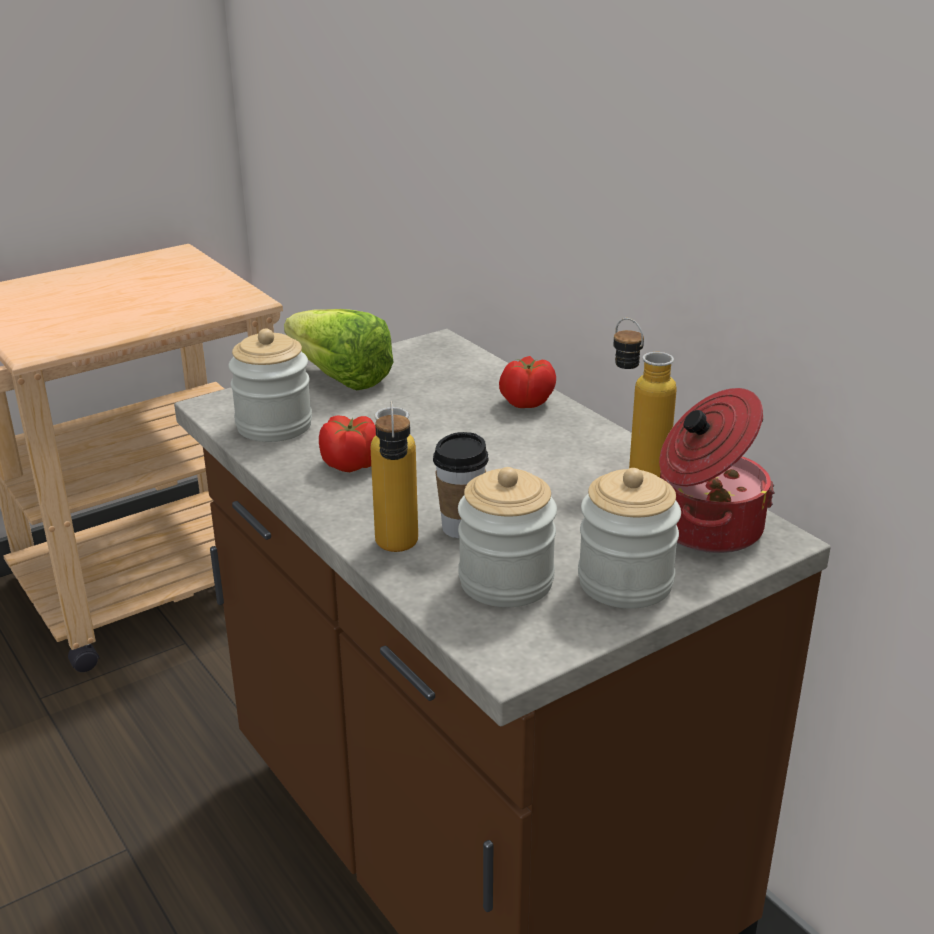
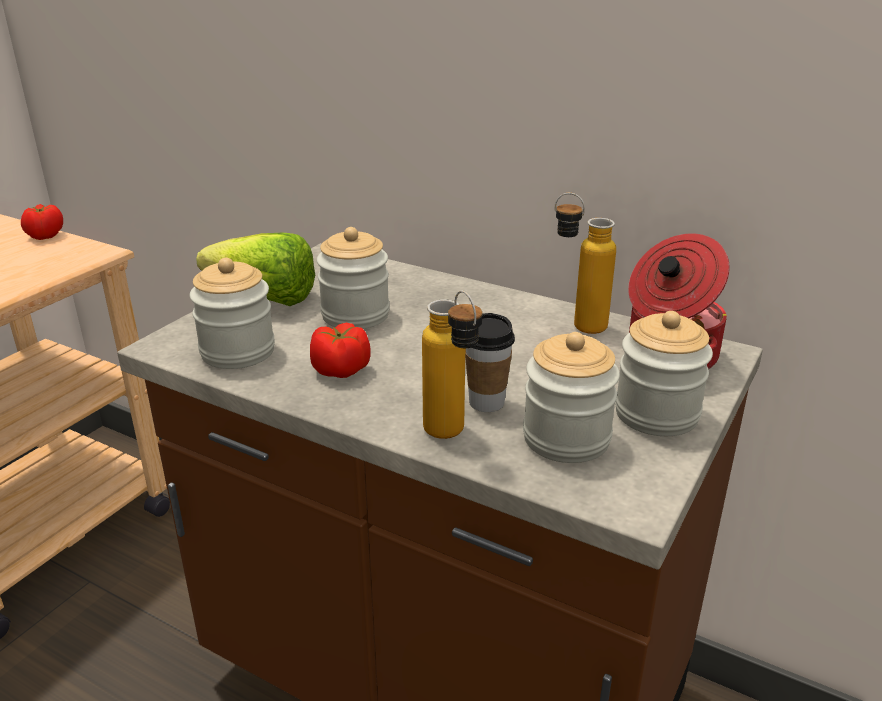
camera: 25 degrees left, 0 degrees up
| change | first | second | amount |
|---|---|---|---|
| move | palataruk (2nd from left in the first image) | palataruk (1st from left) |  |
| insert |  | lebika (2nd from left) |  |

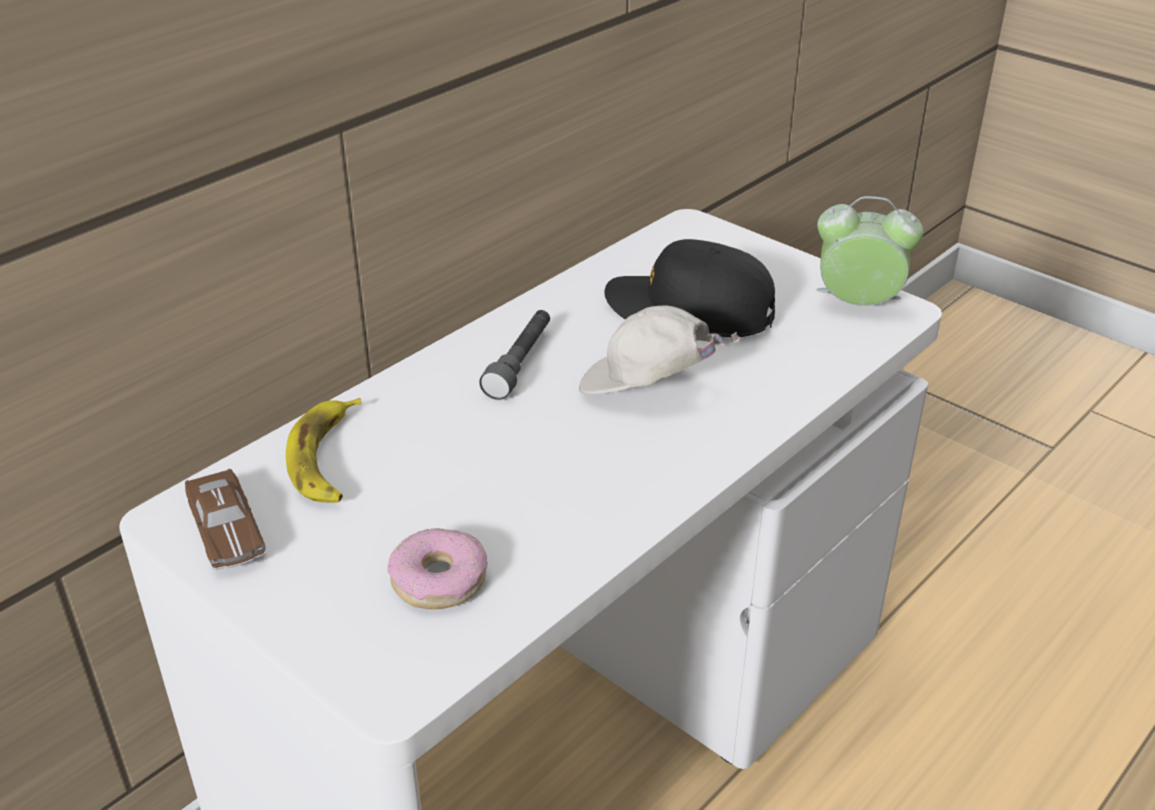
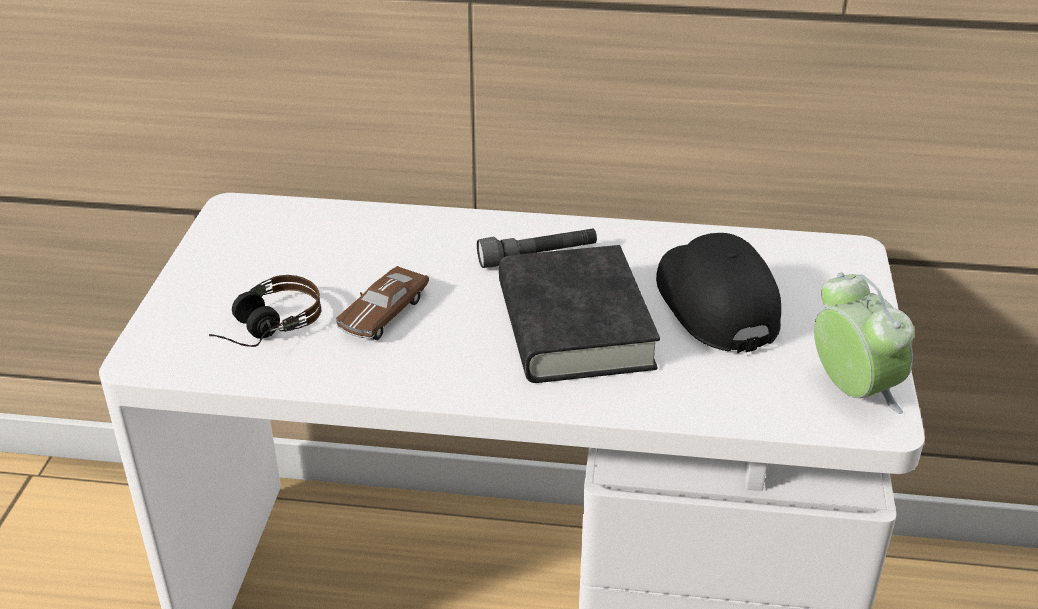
camera: 55 degrees right, 0 degrees up
| change | first | second | amount |
|---|---|---|---|
| move | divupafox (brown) |  |  |
| delete | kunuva |  |  |
| replace | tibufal | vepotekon |  |
| replace | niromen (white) | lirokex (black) |  |

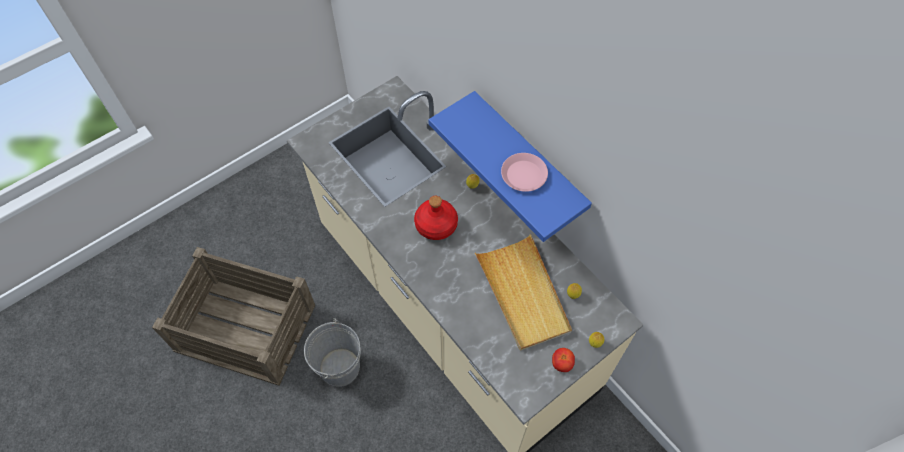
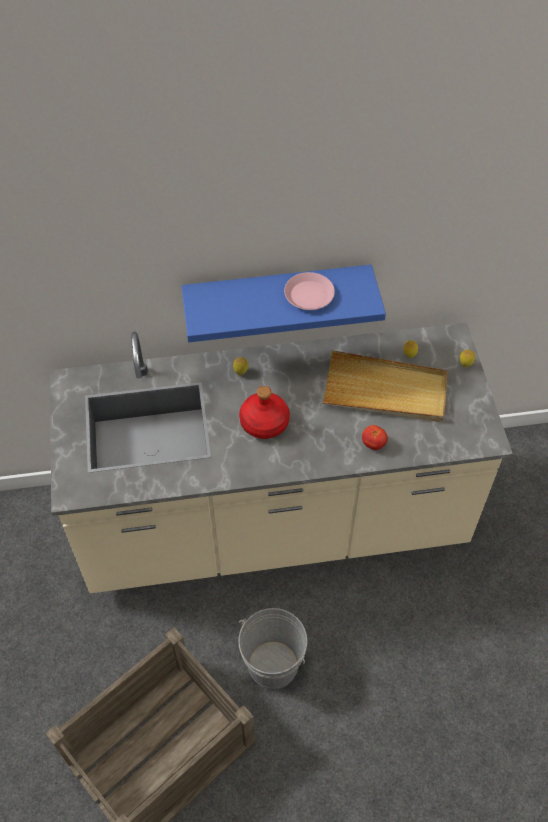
camera: 60 degrees left, 5 degrees down
| change | first | second | amount |
|---|---|---|---|
| move | palataruk |  |  |

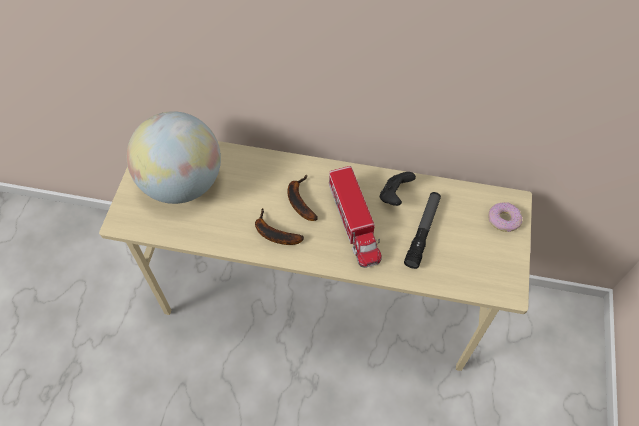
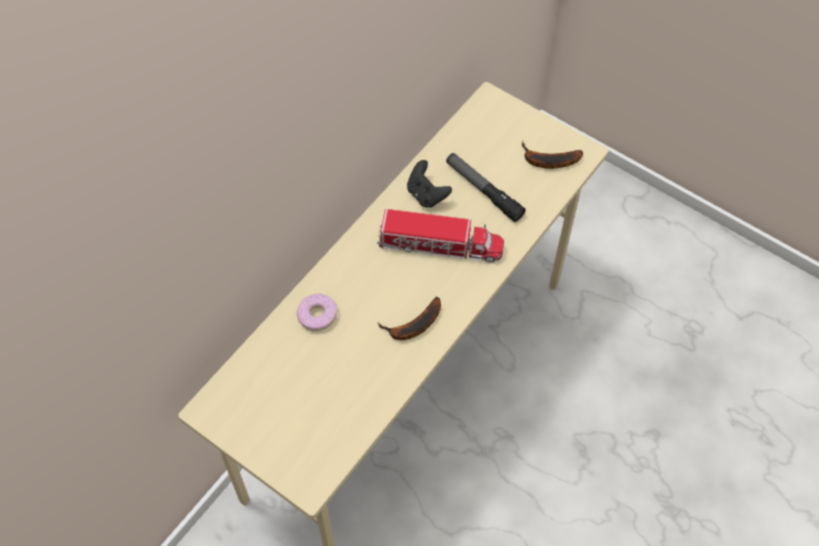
camera: 65 degrees left, 0 degrees up
| change | first | second | amount |
|---|---|---|---|
| delete | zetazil |  |  |
| move | kunuva (2nd from left) |  |  |
| move | tibufal |  |  |

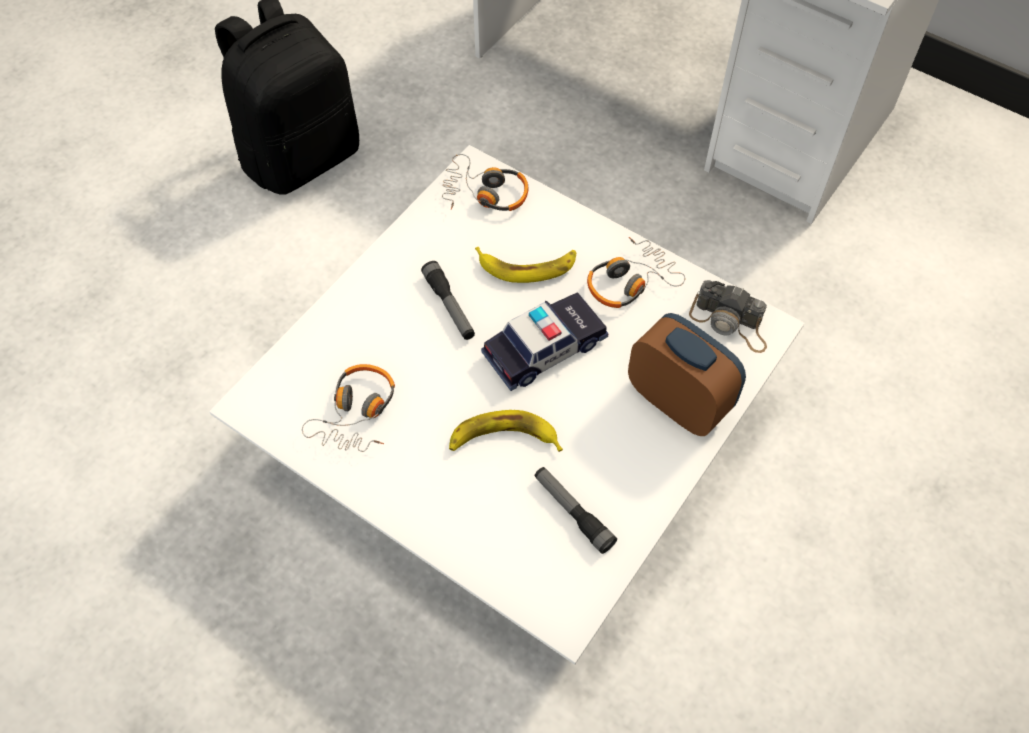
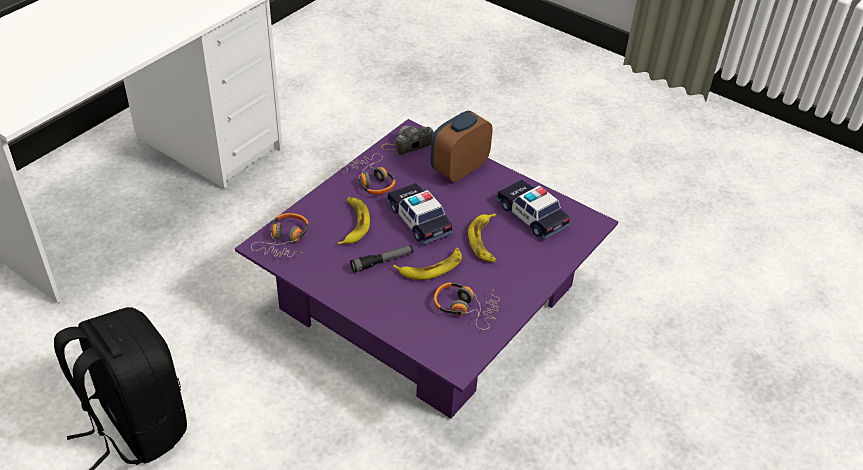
camera: 90 degrees left, 15 degrees down
| change | first | second | amount |
|---|---|---|---|
| recolor | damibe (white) | damibe (purple) |  |
| replace | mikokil (2nd from left) | divupafox (2nd from left) |  |
| rotate | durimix |  | 150 degrees counterclockwise |
| insert |  | kunuva (2nd from left) |  |

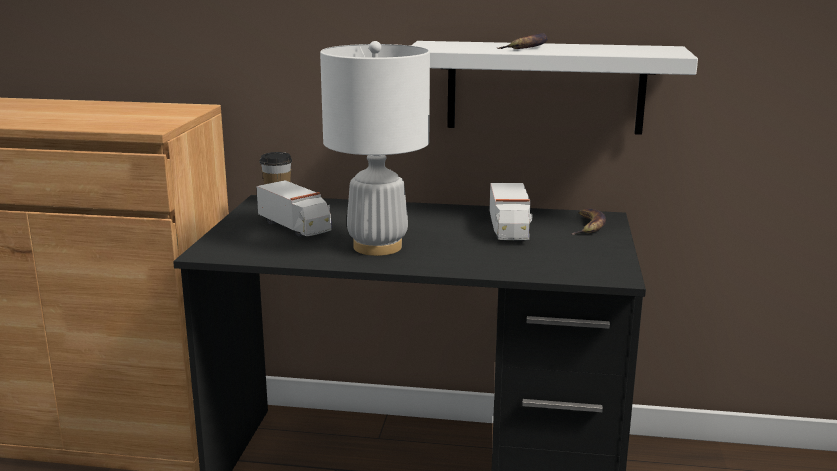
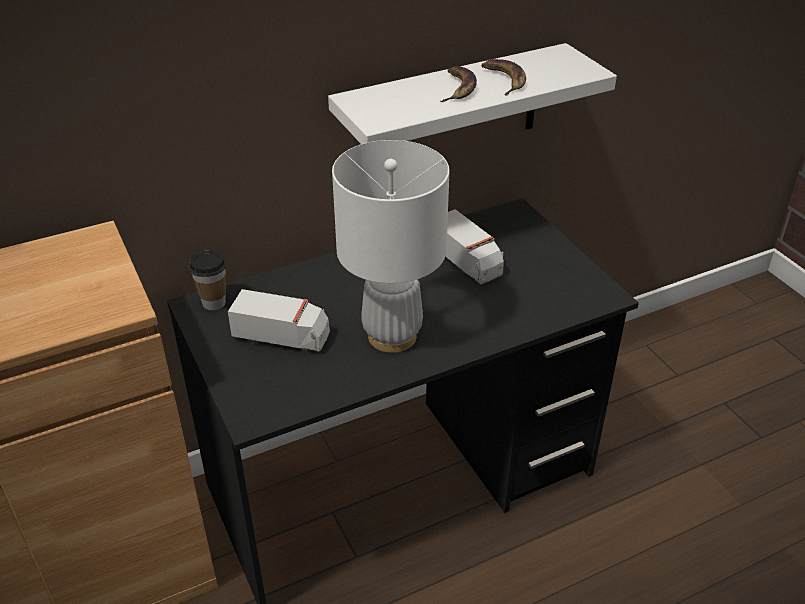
camera: 35 degrees left, 20 degrees up
| change | first | second | amount |
|---|---|---|---|
| move | kunuva (2nd from left) |  |  |

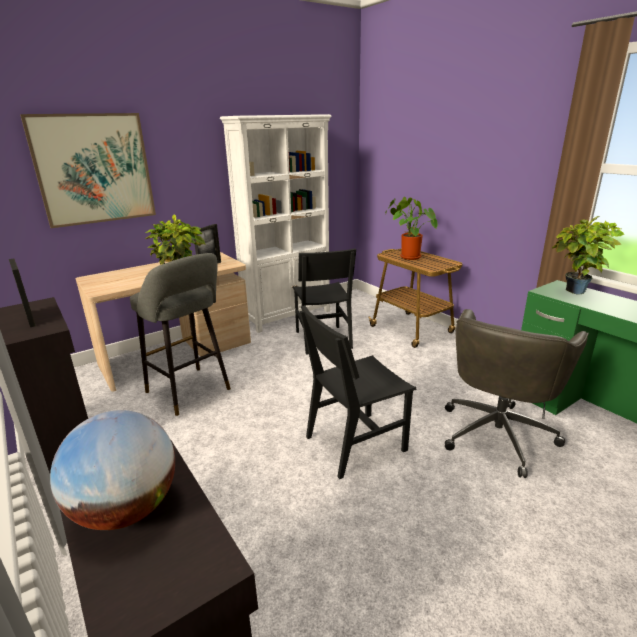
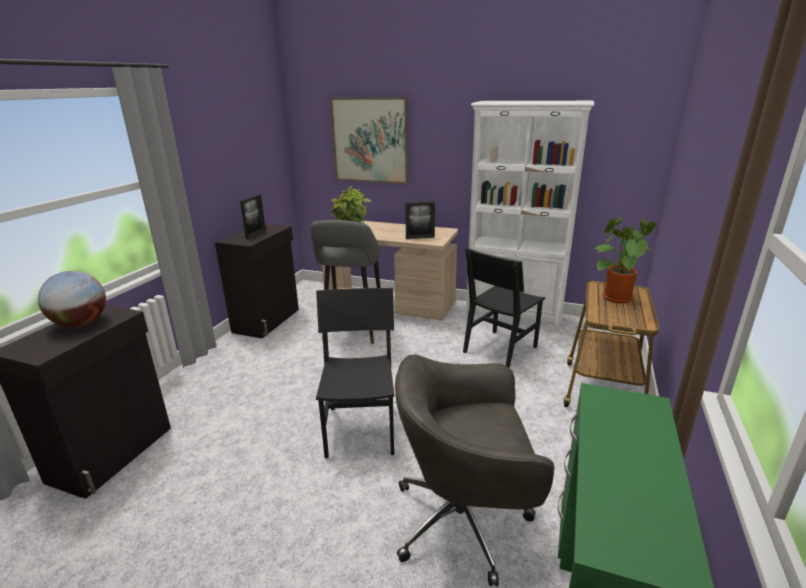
camera: 55 degrees right, 0 degrees up
| change | first | second | amount |
|---|---|---|---|
| rotate | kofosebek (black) (2nd from left in the first image) | kofosebek (black) (1st from left) | 60 degrees clockwise |
| delete | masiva (3rd from left) |  |  |

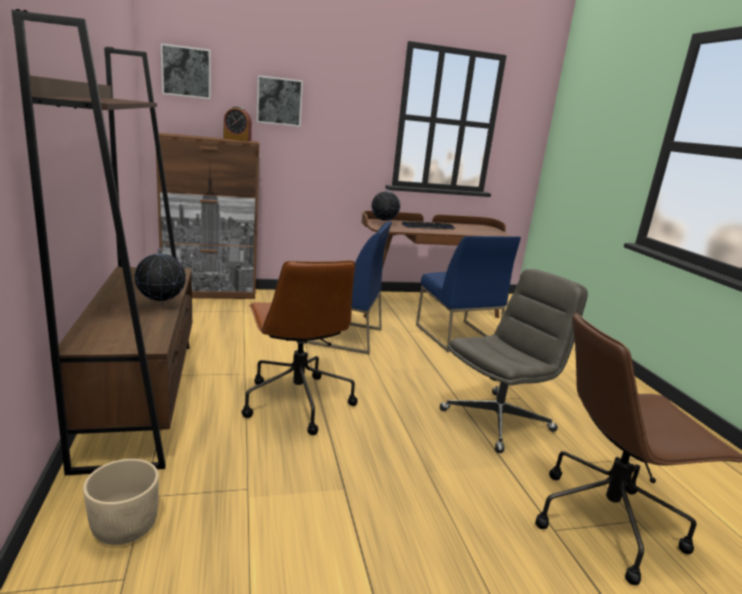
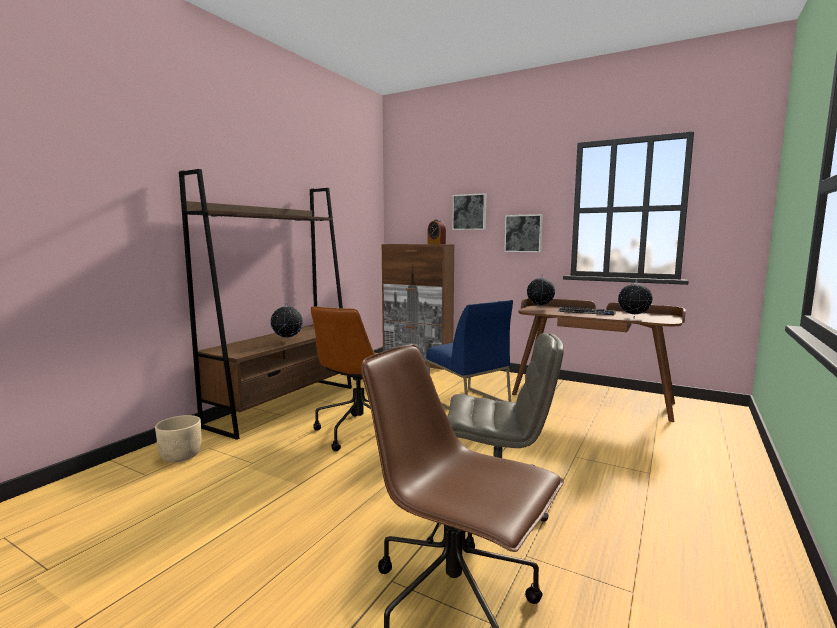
camera: 45 degrees right, 10 degrees down
| change | first | second | amount |
|---|---|---|---|
| move | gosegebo (1st from left in the first image) | gosegebo (2nd from left) |  |
| delete | kofosebek (blue) (2nd from left) |  |  |
| insert |  | zetazil (3rd from left) |  |

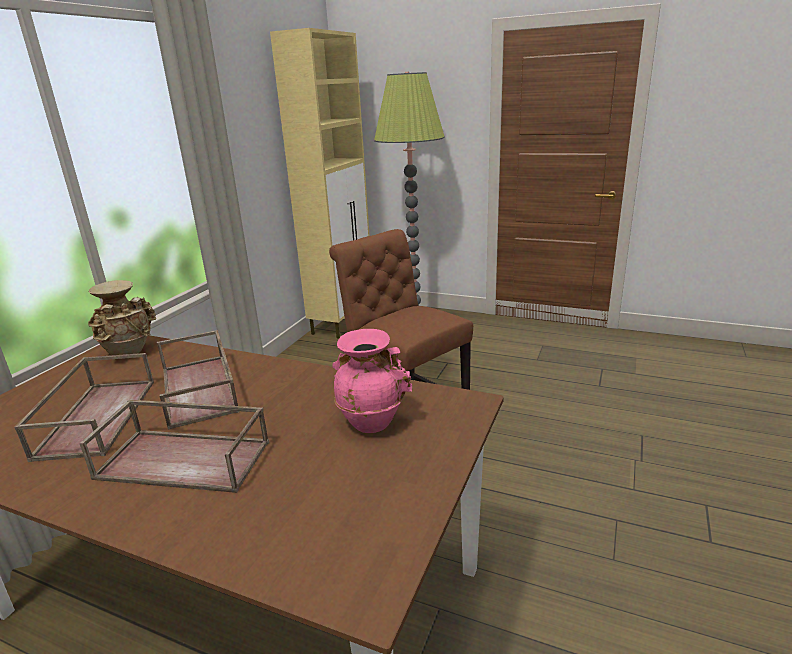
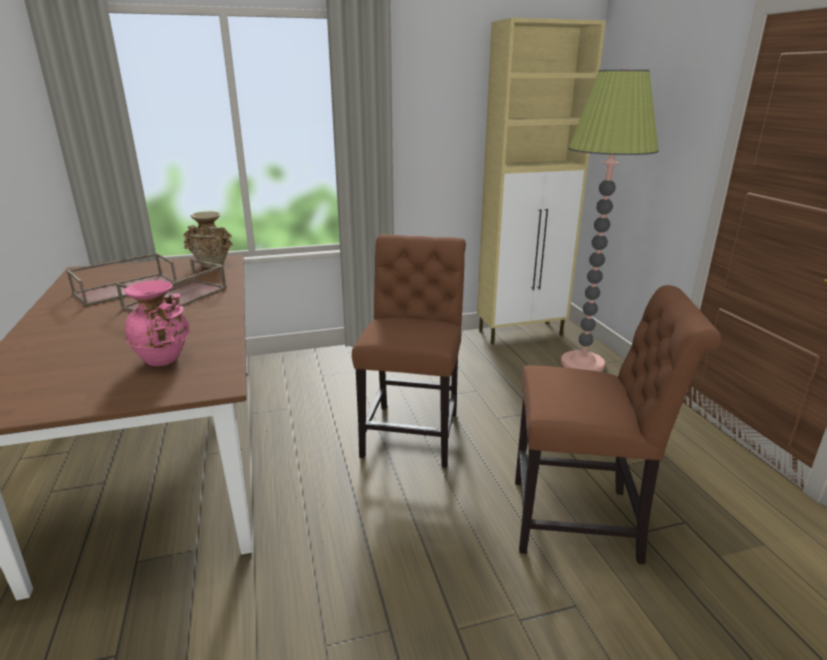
camera: 50 degrees right, 0 degrees up
| change | first | second | amount |
|---|---|---|---|
| delete | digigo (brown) (2nd from left) |  |  |
| insert |  | kofosebek (brown) (2nd from left) |  |

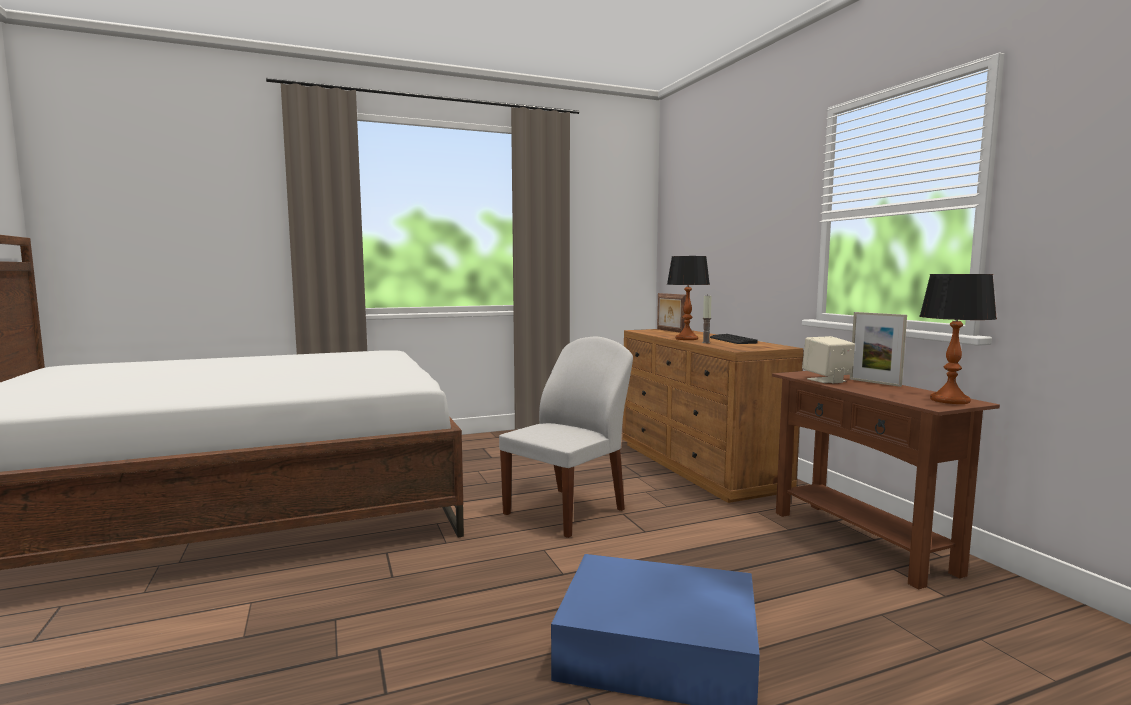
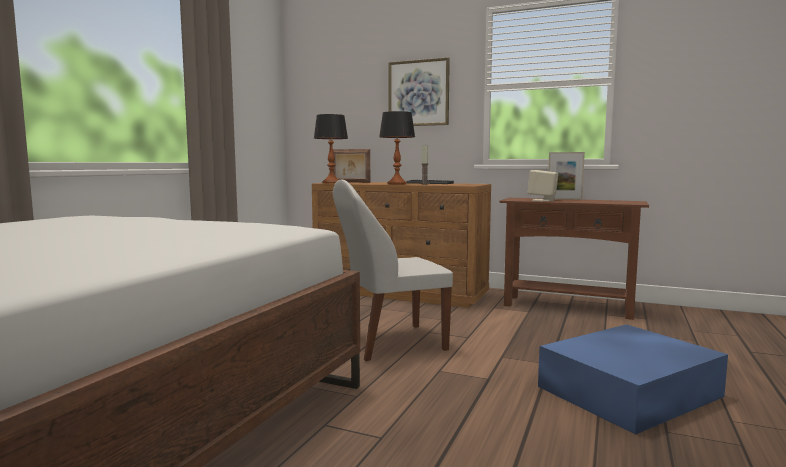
camera: 45 degrees left, 0 degrees up
| change | first | second | amount |
|---|---|---|---|
| rotate | kofosebek (white) |  | 105 degrees counterclockwise |
| move | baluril (2nd from left in the first image) | baluril (1st from left) |  |
| insert |  | gosegebo |  |

